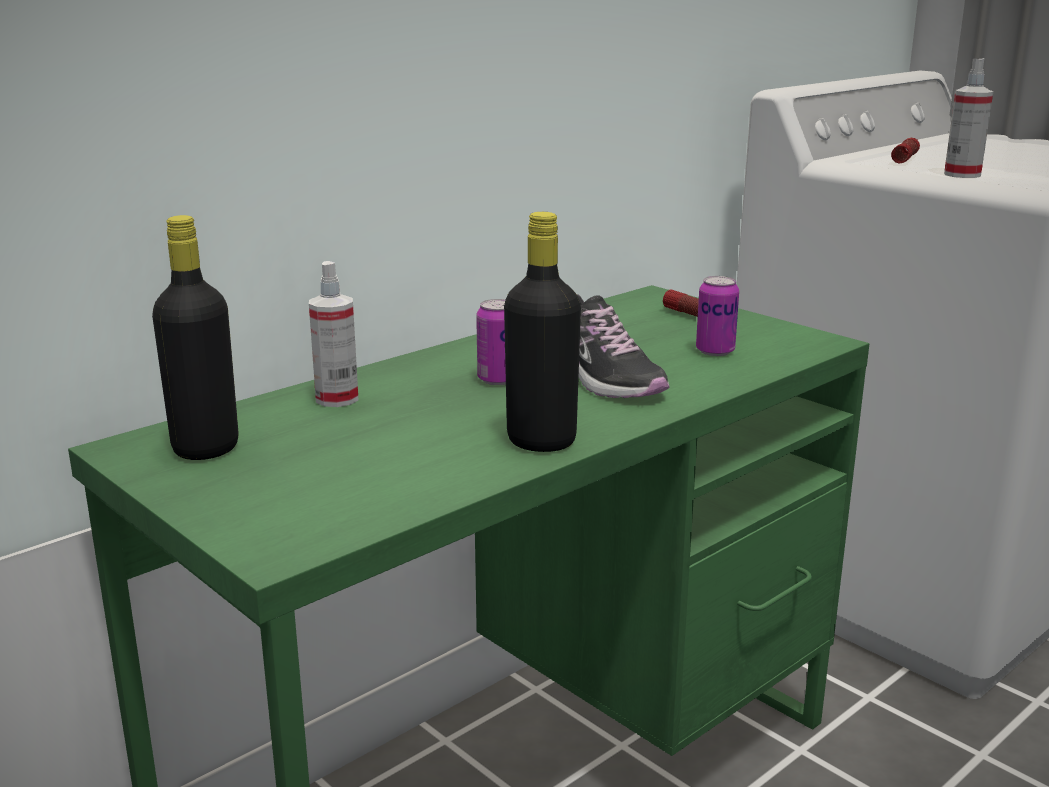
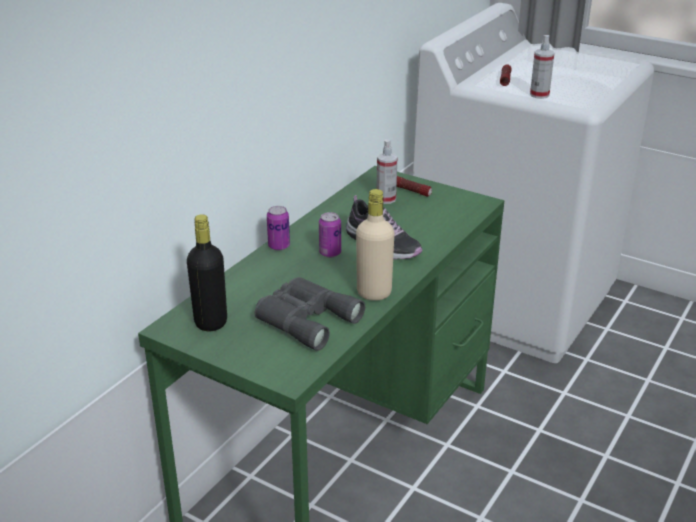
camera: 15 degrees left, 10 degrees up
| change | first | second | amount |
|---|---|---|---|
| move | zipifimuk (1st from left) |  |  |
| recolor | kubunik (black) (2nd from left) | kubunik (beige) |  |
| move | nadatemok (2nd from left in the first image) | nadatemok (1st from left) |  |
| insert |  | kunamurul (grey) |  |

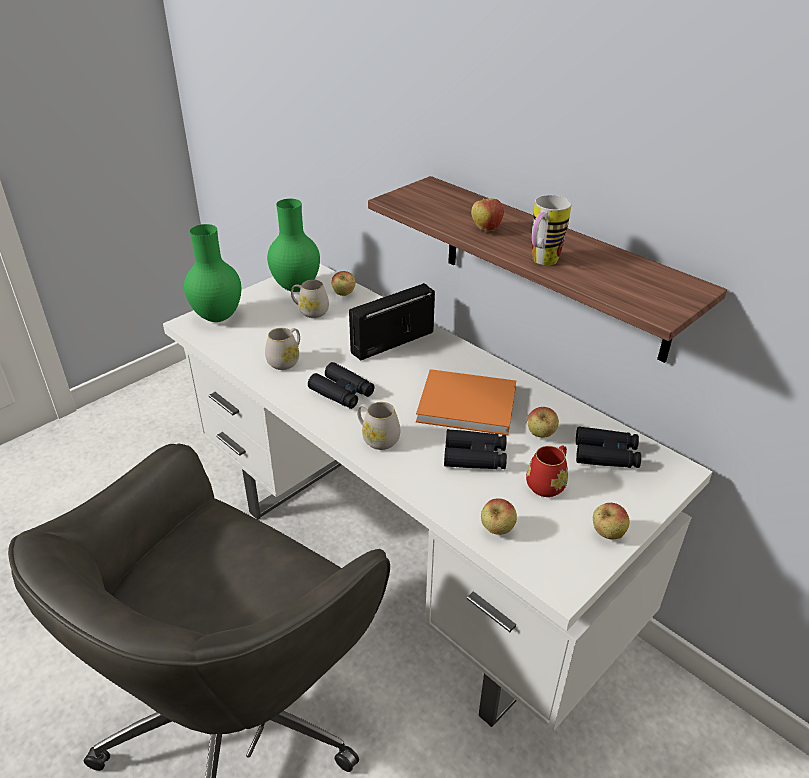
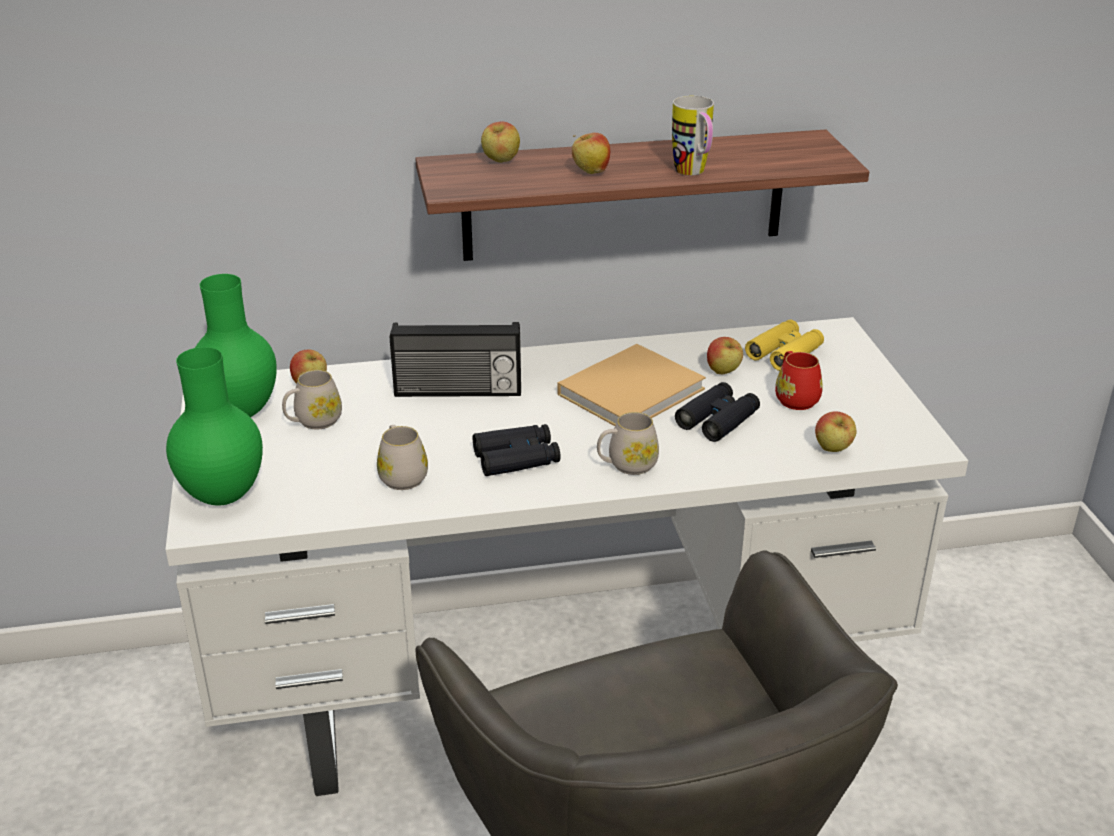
camera: 55 degrees left, 5 degrees down
| change | first | second | amount |
|---|---|---|---|
| rotate | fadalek |  | 90 degrees counterclockwise |
| recolor | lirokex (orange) | lirokex (beige) |  |
| recolor | kunamurul (black) (3rd from left) | kunamurul (yellow) |  |
| move | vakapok (5th from left in the first image) | vakapok (2nd from left) |  |

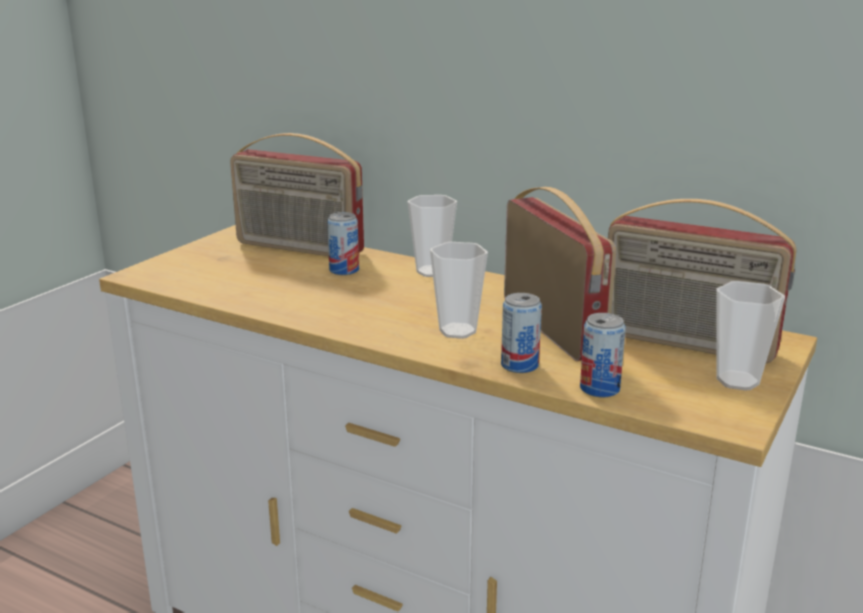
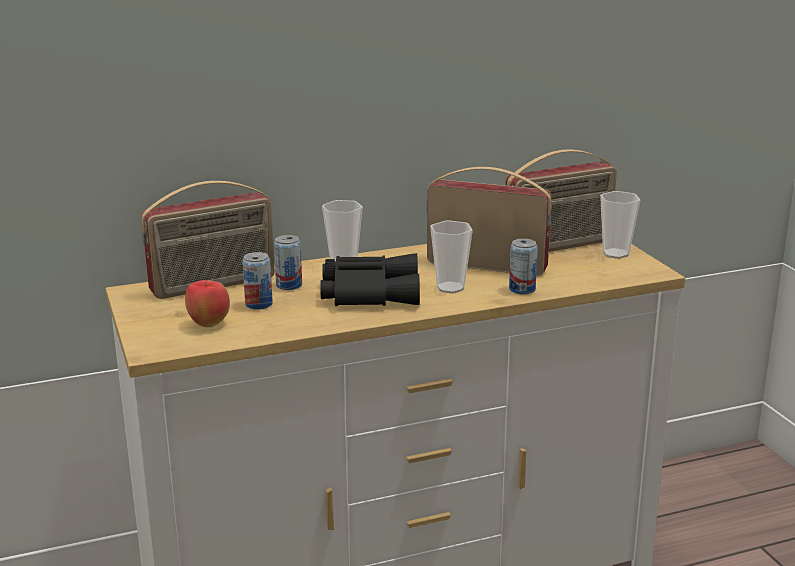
camera: 50 degrees left, 0 degrees up
| change | first | second | amount |
|---|---|---|---|
| move | nadatemok (3rd from left in the first image) | nadatemok (1st from left) |  |
| insert |  | vakapok |  |
| insert |  | kunamurul (black) |  |

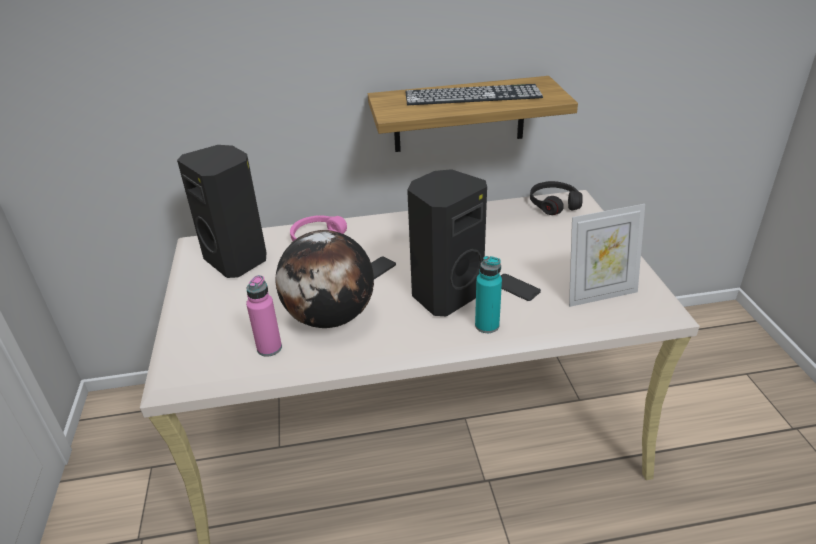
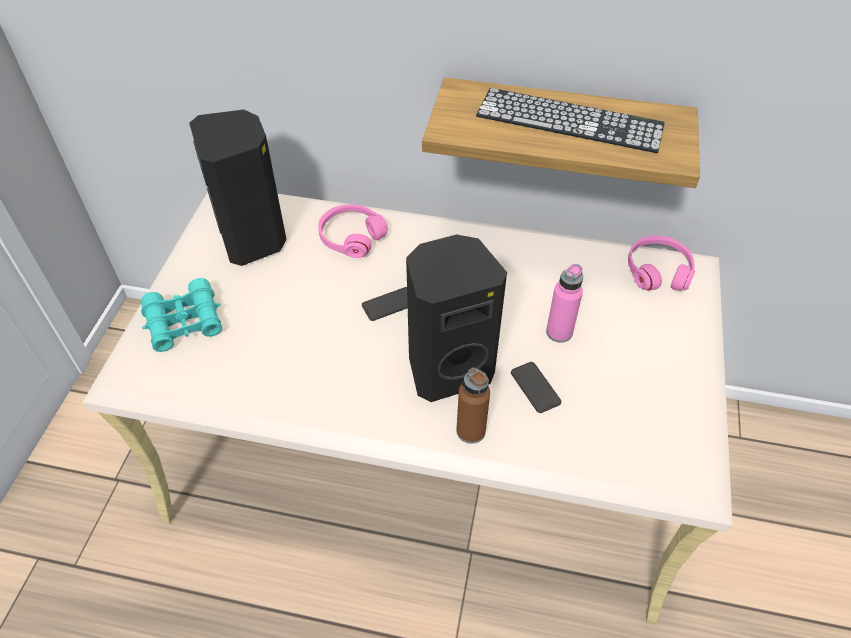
camera: 20 degrees right, 15 degrees up
| change | first | second | amount |
|---|---|---|---|
| move | kubunik (pink) |  |  |
| delete | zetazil |  |  |
| recolor | kubunik (turquoise) | kubunik (brown) |  |
| recolor | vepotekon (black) | vepotekon (pink) (2nd from left) |  |
| delete | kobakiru |  |  |
| insert |  | kunamurul (turquoise) |  |

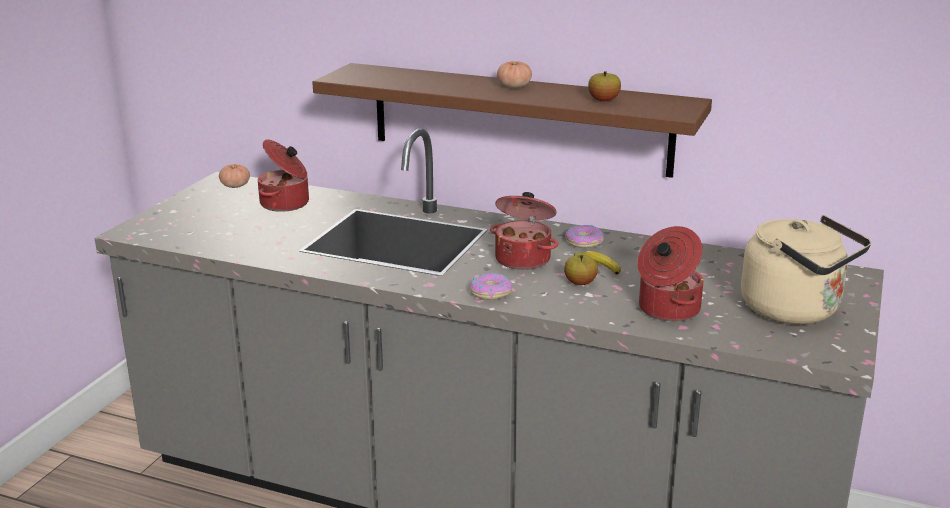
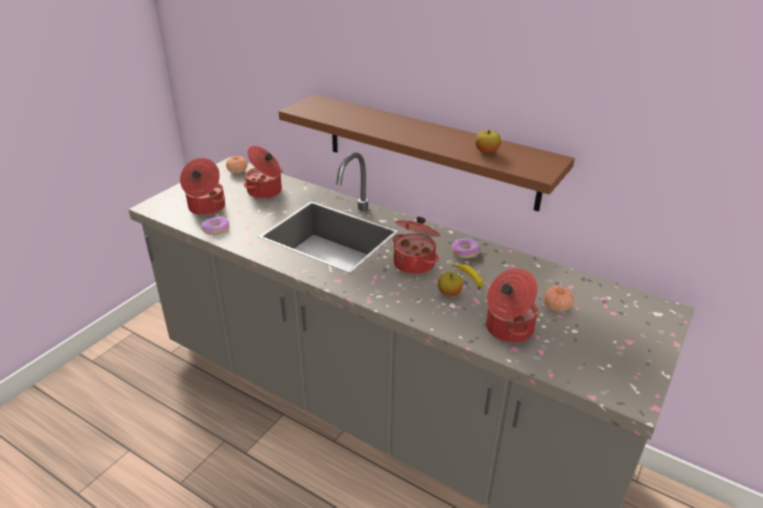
camera: 10 degrees right, 10 degrees up
| change | first | second | amount |
|---|---|---|---|
| move | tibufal (1st from left) |  |  |
| move | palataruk (2nd from left) |  |  |
| delete | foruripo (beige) |  |  |
| insert |  | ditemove (1st from left) |  |

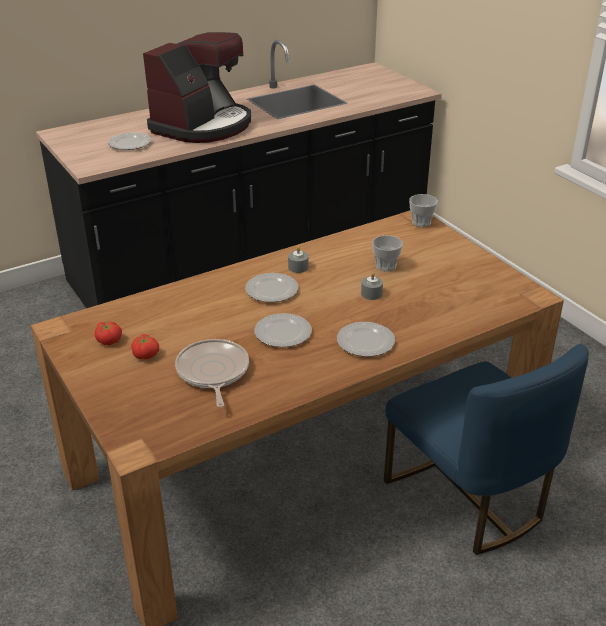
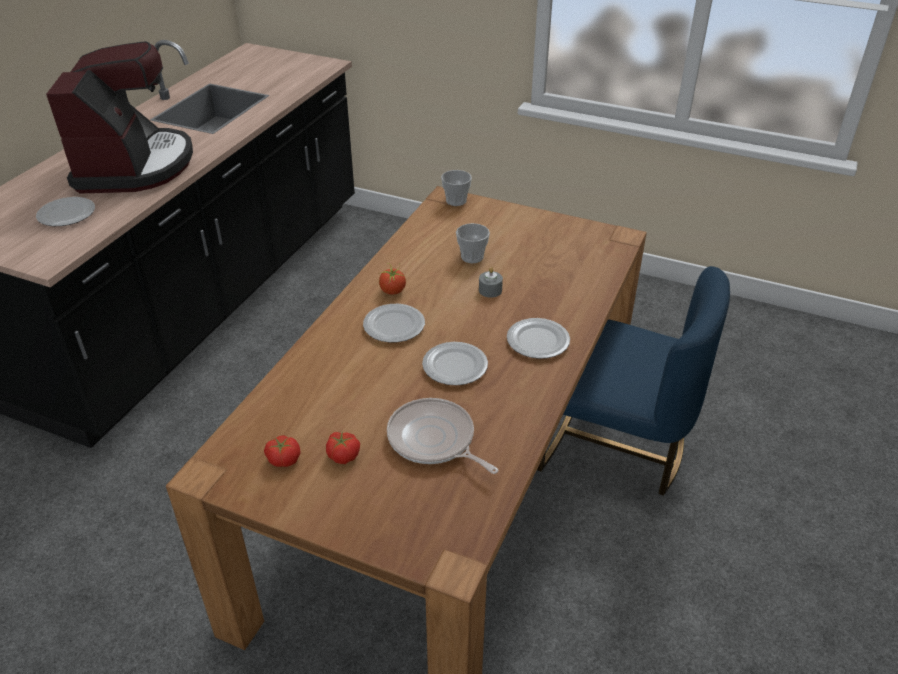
camera: 35 degrees left, 5 degrees up
| change | first | second | amount |
|---|---|---|---|
| replace | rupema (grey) (1st from left) | palataruk (3rd from left) |  |

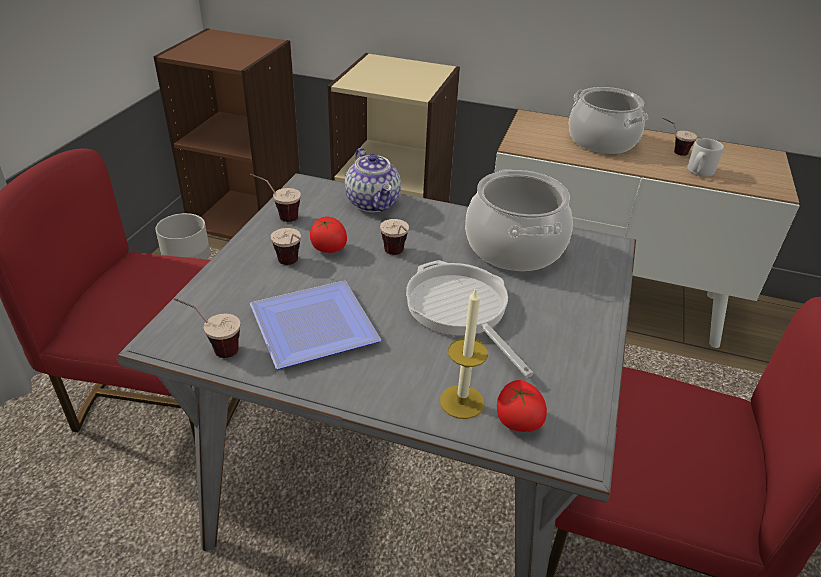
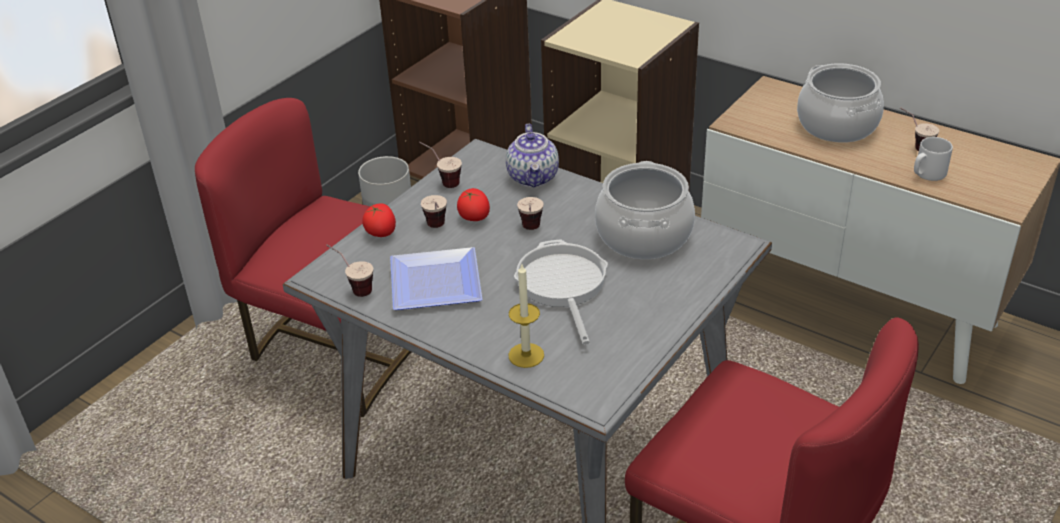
camera: 20 degrees right, 0 degrees up
| change | first | second | amount |
|---|---|---|---|
| move | palataruk (2nd from left in the first image) | palataruk (1st from left) |  |

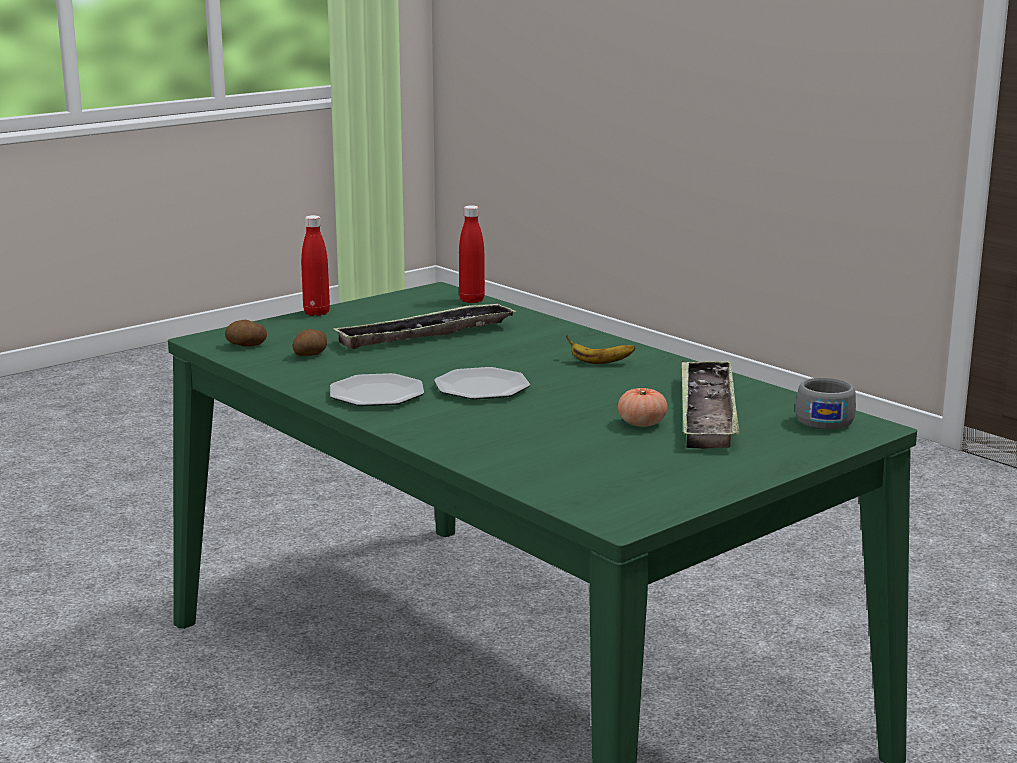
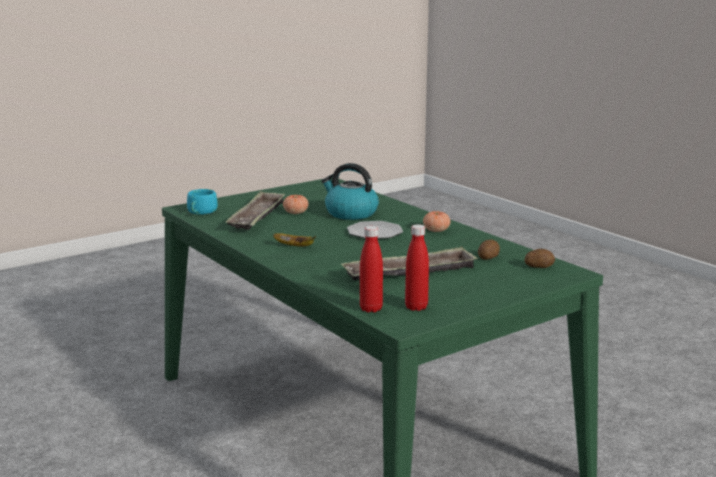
camera: 175 degrees left, 0 degrees up
| change | first | second | amount |
|---|---|---|---|
| move | kubunik (red) (1st from left in the first image) | kubunik (red) (2nd from left) |  |
| replace | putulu (1st from left) | palataruk (2nd from left) |  |
| recolor | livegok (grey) | livegok (turquoise) |  |
| insert |  | foruripo |  |

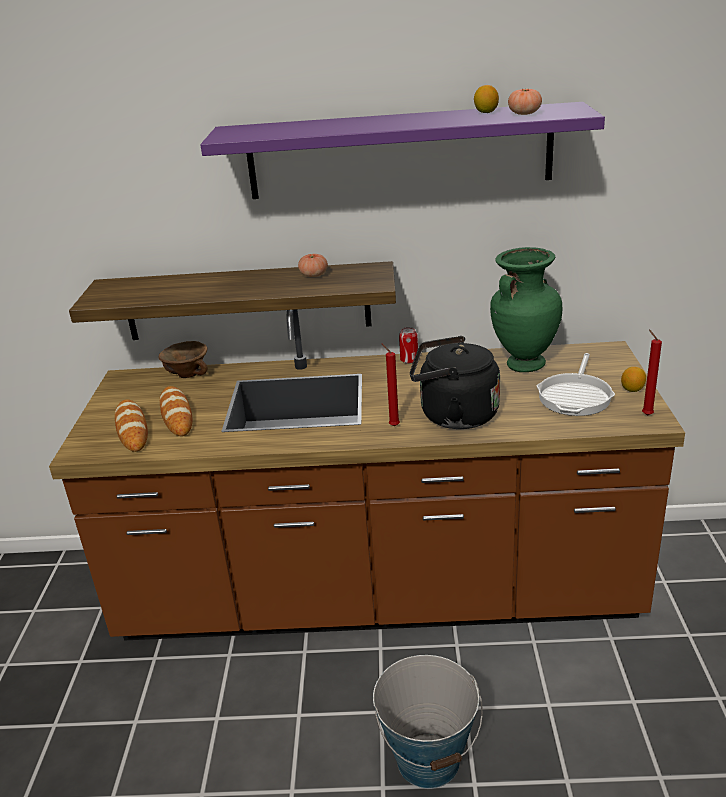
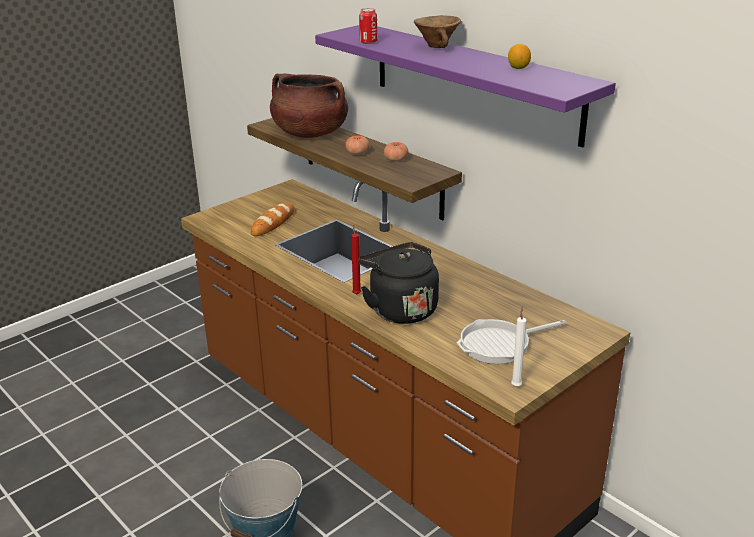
camera: 45 degrees right, 0 degrees up
| change | first | second | amount |
|---|---|---|---|
| delete | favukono (1st from left) |  |  |
| move | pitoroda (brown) |  |  |
| move | nadatemok |  |  |
| delete | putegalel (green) |  |  |
| move | palataruk (2nd from left in the first image) | palataruk (1st from left) |  |
| delete | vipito (2nd from left) |  |  |
| recolor | rupema (red) (2nd from left) | rupema (white) |  |
| insert |  | ditemove (brown) |  |

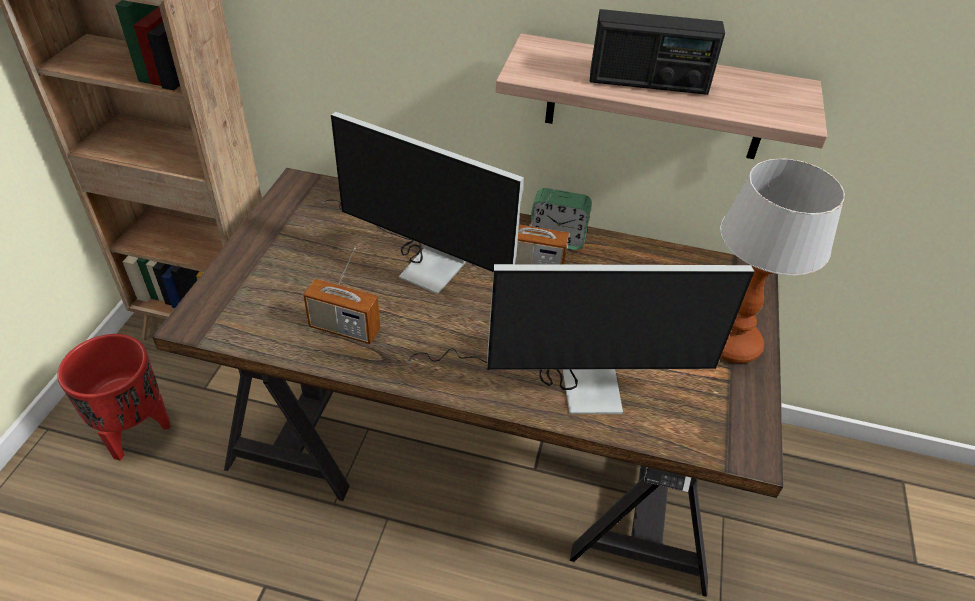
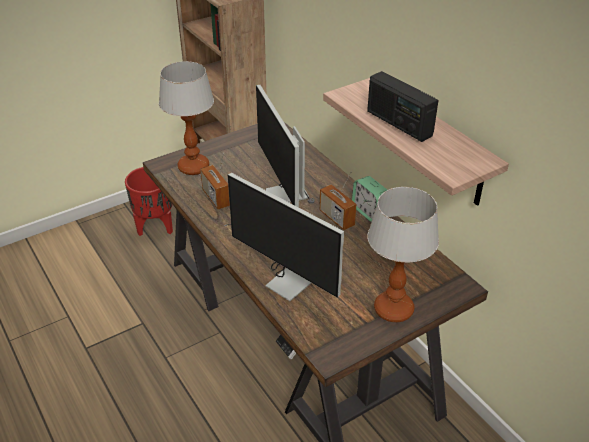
camera: 45 degrees right, 5 degrees down
| change | first | second | amount |
|---|---|---|---|
| insert |  | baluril (1st from left) |  |

